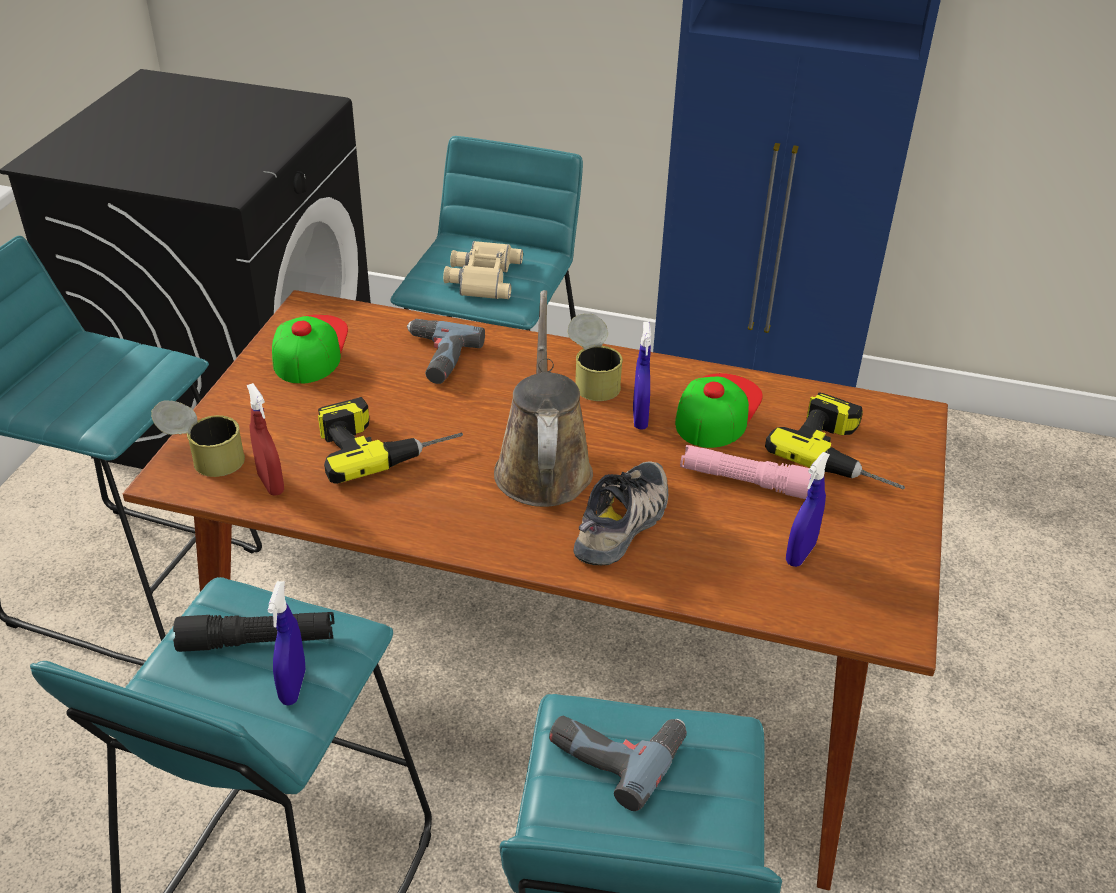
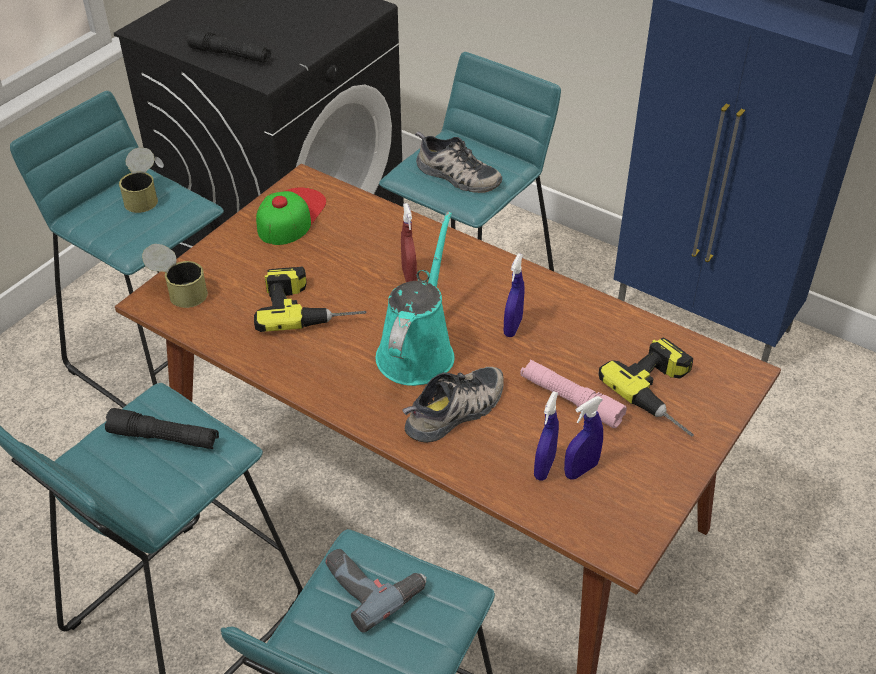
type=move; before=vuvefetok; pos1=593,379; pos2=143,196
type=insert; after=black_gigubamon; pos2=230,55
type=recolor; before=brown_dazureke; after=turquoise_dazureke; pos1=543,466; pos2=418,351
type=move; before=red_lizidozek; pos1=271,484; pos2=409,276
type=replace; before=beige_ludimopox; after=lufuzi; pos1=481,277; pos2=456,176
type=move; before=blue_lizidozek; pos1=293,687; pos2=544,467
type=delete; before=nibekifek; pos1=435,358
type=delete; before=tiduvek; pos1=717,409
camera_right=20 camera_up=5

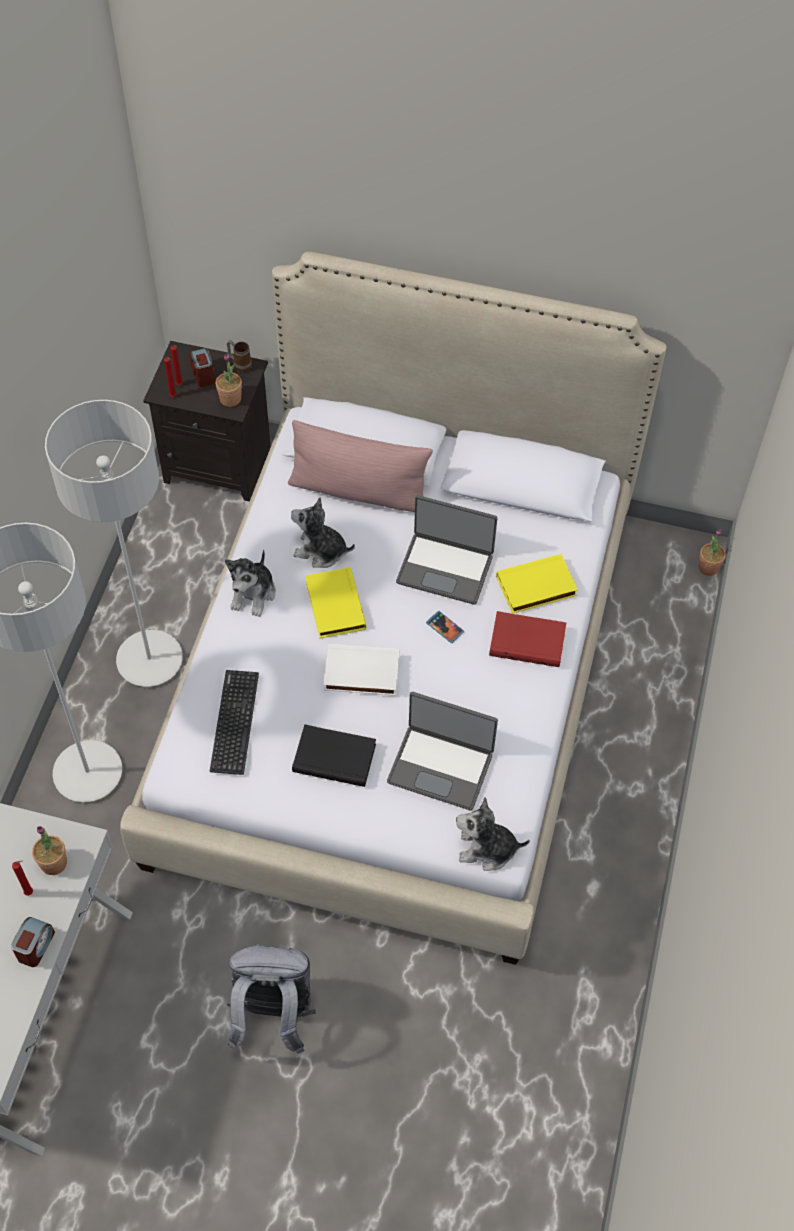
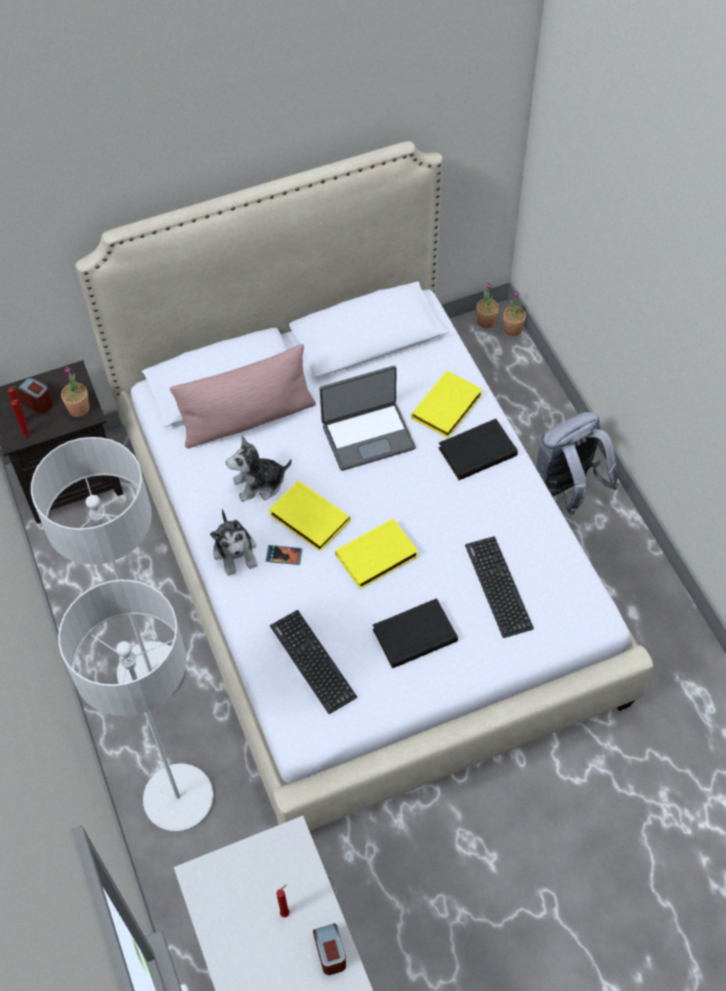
type=move; before=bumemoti; pos1=444,628; pos2=284,555
type=recolor; before=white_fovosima; after=yellow_fovosima; pos1=361,674; pos2=377,557
type=recolor; before=red_fovosima; after=black_fovosima; pos1=528,640; pos2=477,450
type=replace; before=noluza; after=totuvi; pos1=441,766; pos2=498,586
type=move; before=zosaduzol; pos1=53,863; pos2=486,321
type=move; before=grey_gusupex; pos1=273,1015; pos2=567,489
type=delete; before=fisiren; pos1=240,365
type=delete; before=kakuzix; pos1=487,849
camera_right=-35 camera_up=0

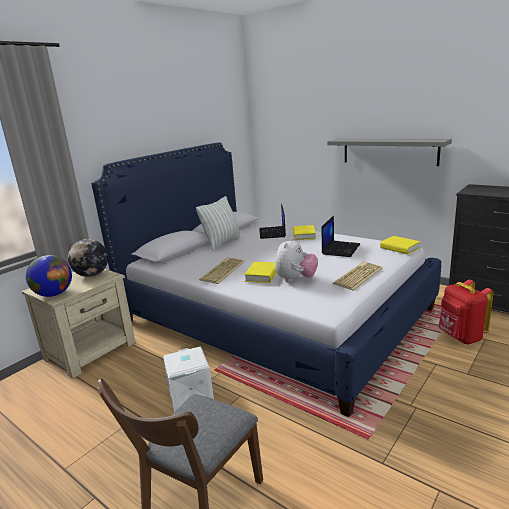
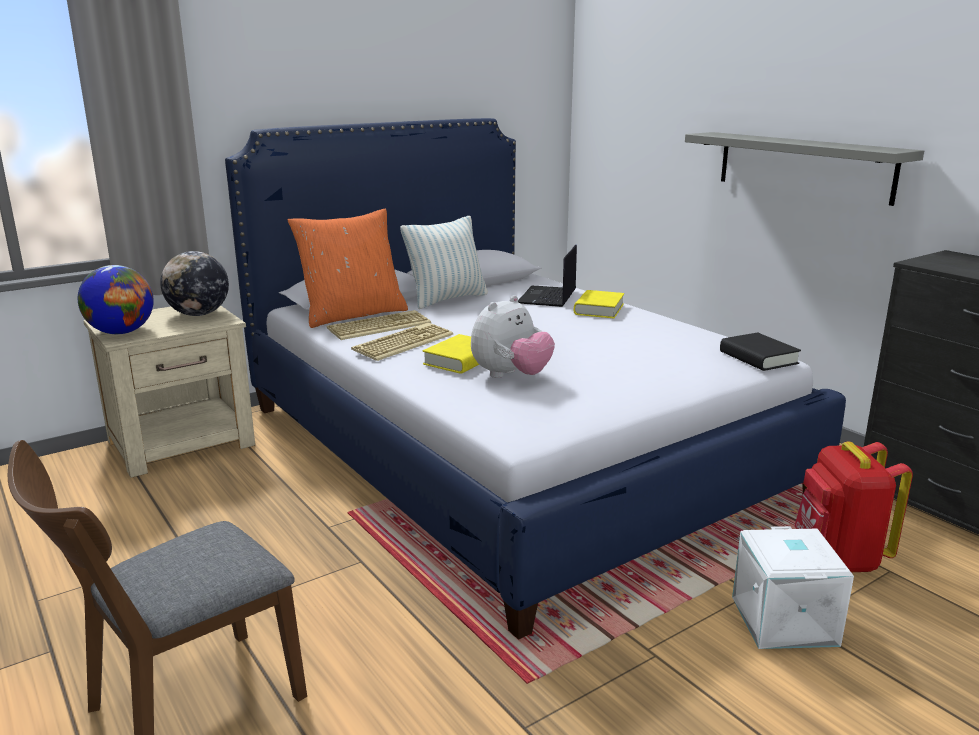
type=insert; after=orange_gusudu; pos2=353,314
type=move; before=totuvi; pos1=357,276; pos2=379,326
type=recolor; before=yellow_fovosima; after=black_fovosima; pos1=399,248; pos2=758,358
type=move; before=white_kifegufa; pos1=189,394; pos2=782,620
type=delete; before=noluza; pos1=340,249
camera_right=15 camera_up=0

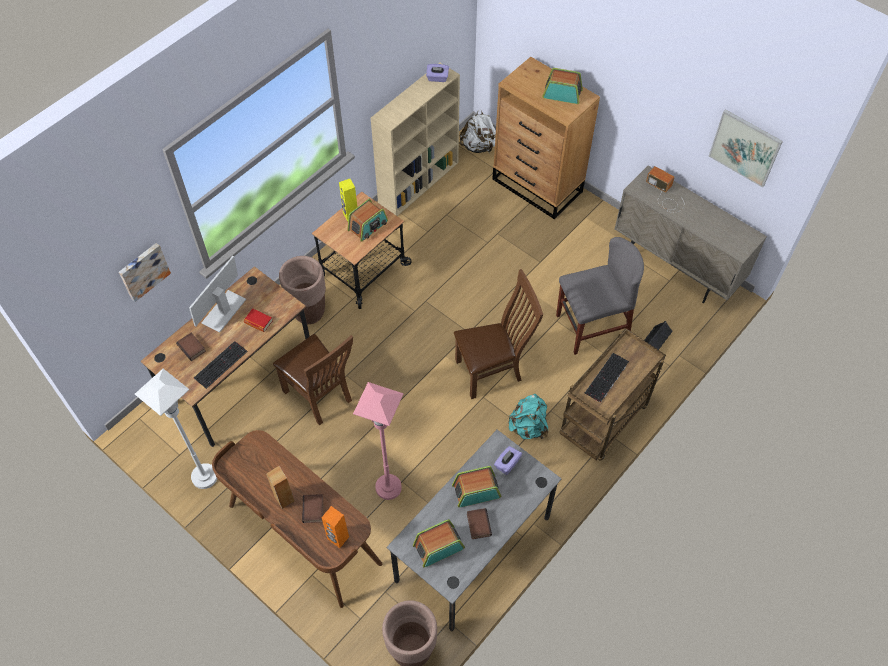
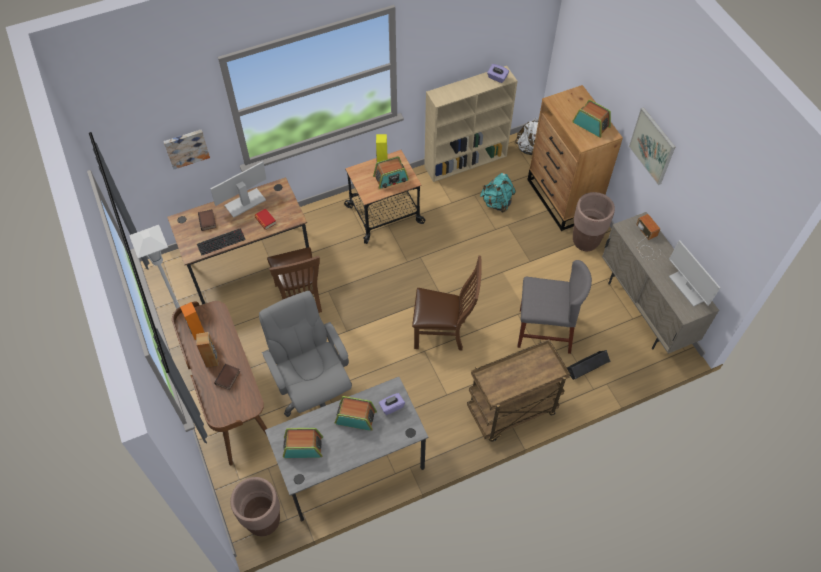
type=move; before=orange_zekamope; pos1=338,538; pos2=197,332
type=replace; before=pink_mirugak; after=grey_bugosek; pos1=388,487; pos2=313,390
type=move; before=turquoise_gusupex; pos1=528,427; pos2=497,202
type=move; before=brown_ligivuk; pos1=309,312; pos2=585,241
type=move; before=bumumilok; pos1=745,148; pos2=652,146
type=insert; after=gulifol; pos2=688,287
type=delete; before=fovosima; pos1=477,524
type=delete; before=totuvi; pos1=607,378
camera_right=25 camera_up=0

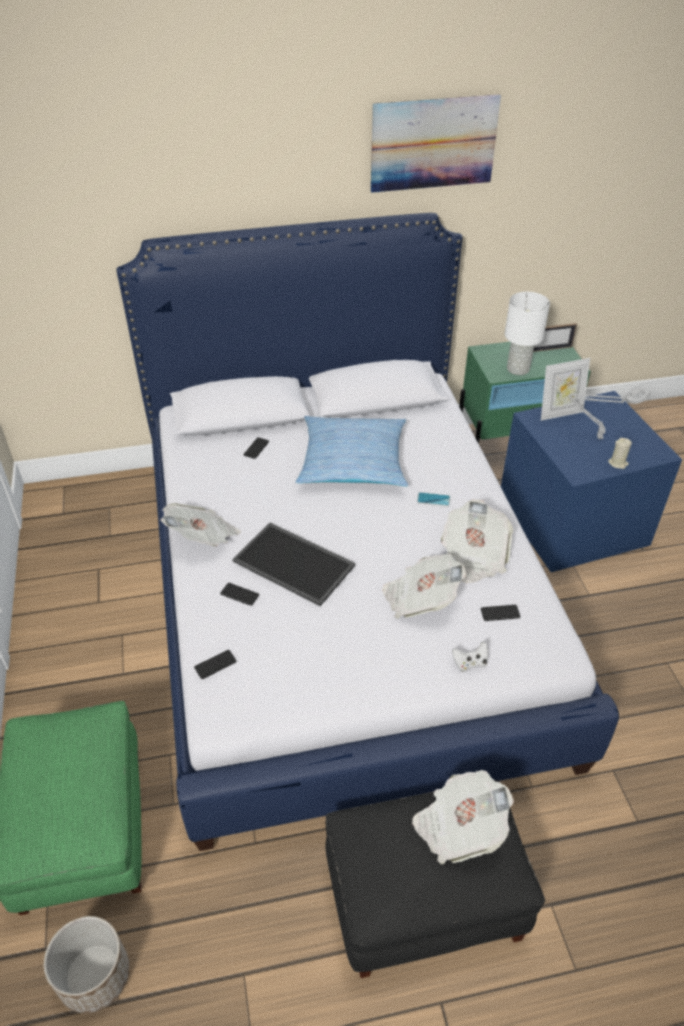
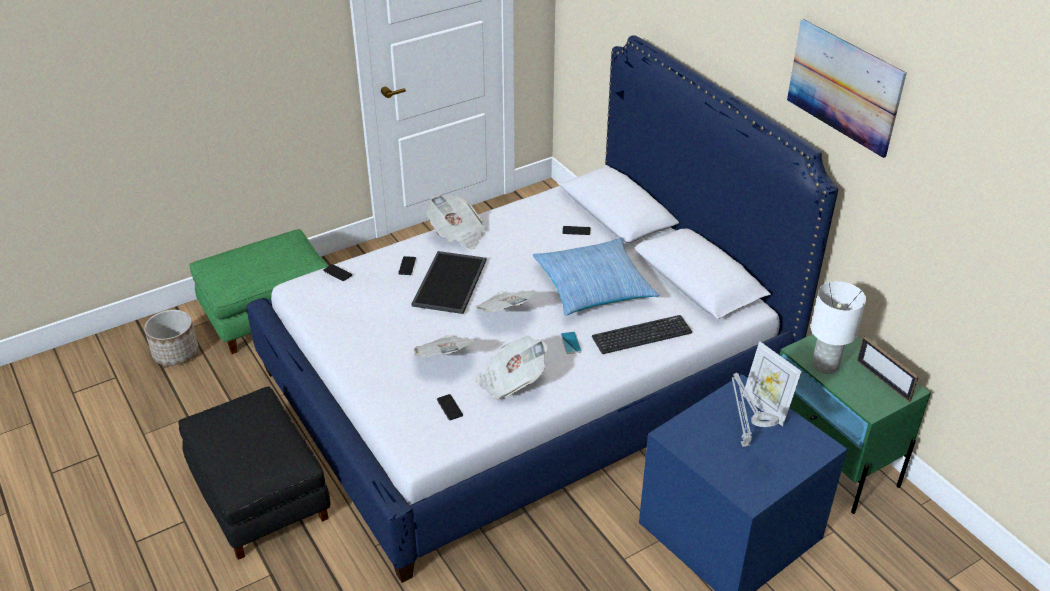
type=move; before=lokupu; pos1=459,827; pos2=506,313
type=insert; after=totuvi; pos2=642,335
type=delete; before=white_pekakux; pos1=470,663
type=delete; before=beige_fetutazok; pos1=618,463
camera_right=70 camera_up=-5

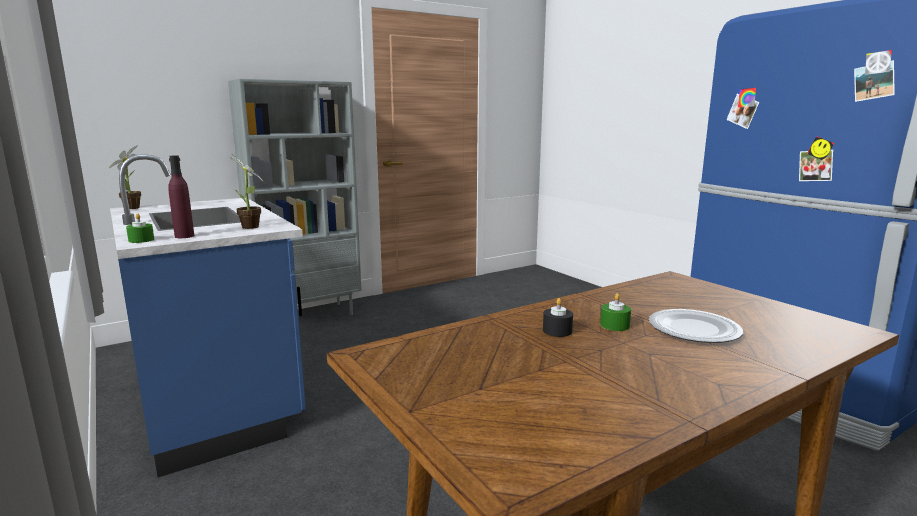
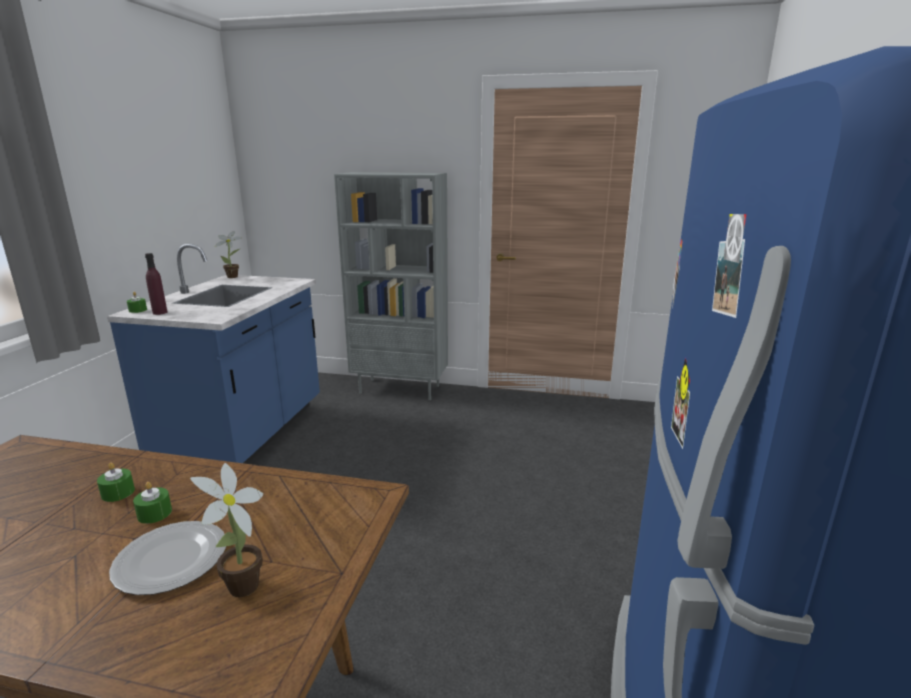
type=recolor; before=black_fetutazok; after=green_fetutazok; pos1=557,331; pos2=118,493
type=move; before=zosaduzol; pos1=250,227; pos2=240,590
camera_right=45 camera_up=5

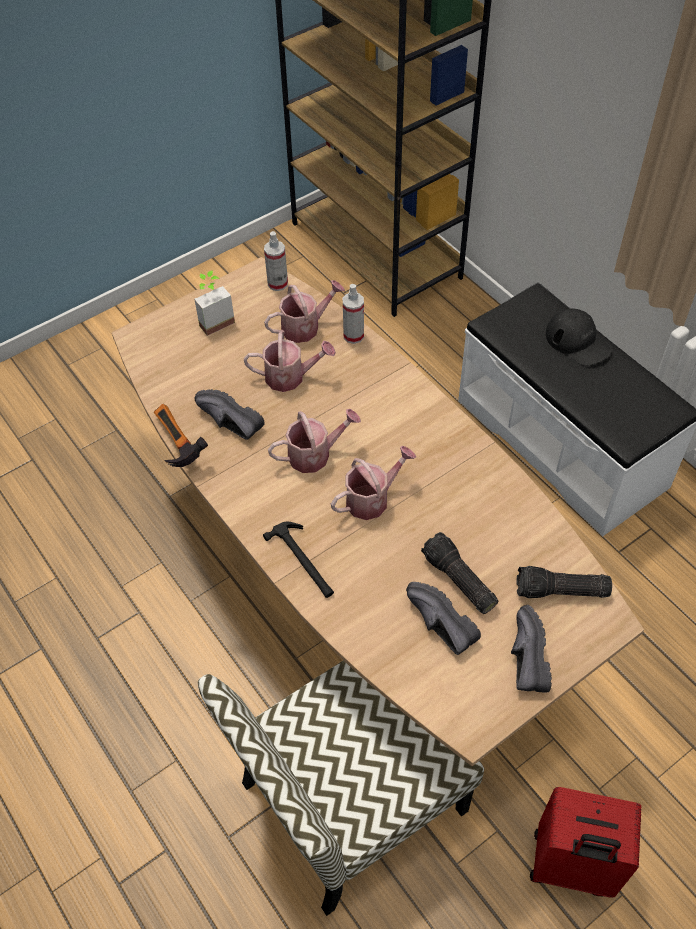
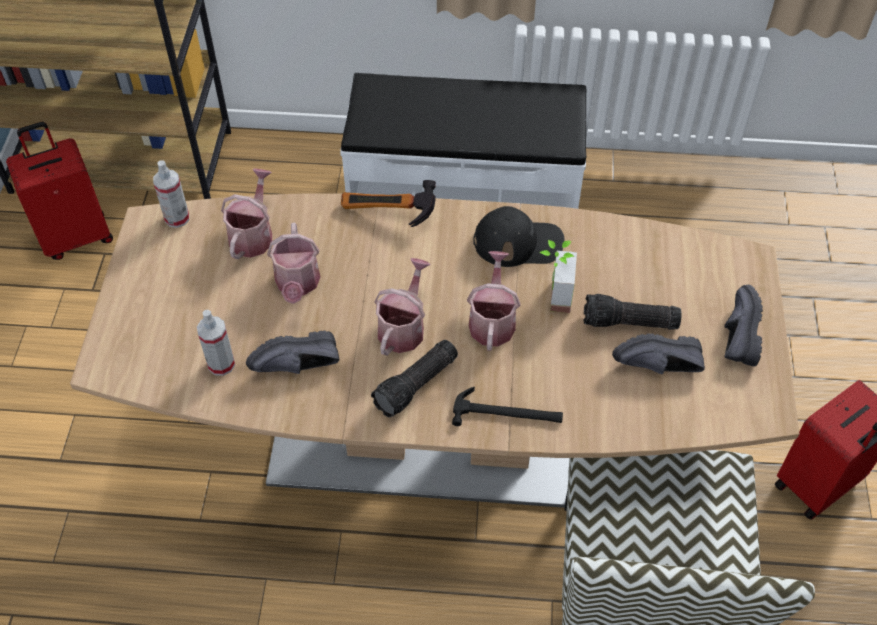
type=insert; after=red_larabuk; pos2=76,236
type=move; before=lizidozek; pos1=353,336; pos2=221,364
type=rotate; before=dazureke; pos1=290,377; pos2=297,284; turn=135
type=move; before=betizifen; pos1=174,445; pos2=387,216
type=move; before=gigubamon; pos1=560,592; pos2=417,386
type=move; before=black_tiduvek; pos1=577,342; pos2=518,242
type=move; before=zosaduzol; pos1=213,320; pos2=552,295
type=rotate; before=black_lufuzi; pos1=523,657; pos2=735,334; turn=60
camera_right=-50 camera_up=0

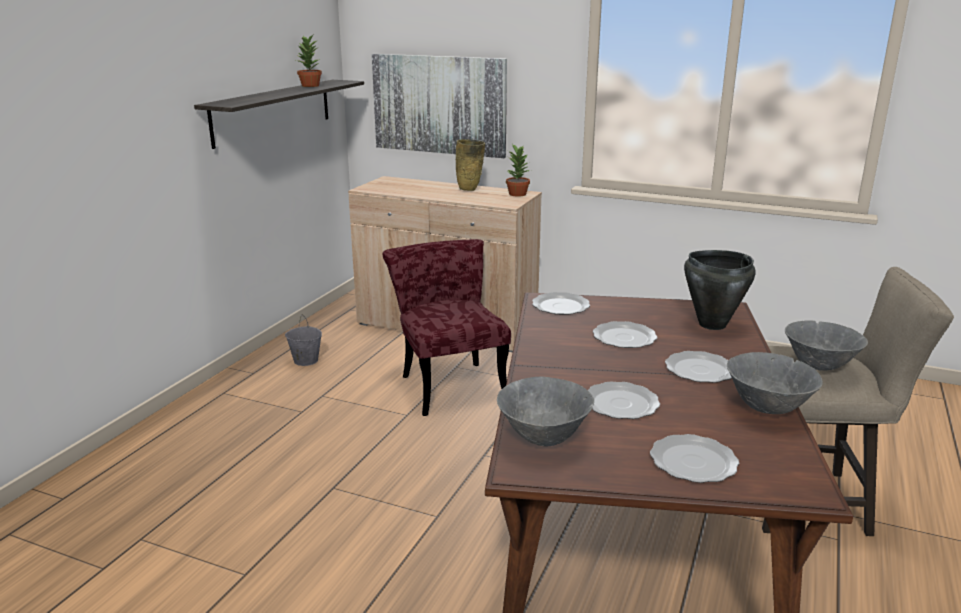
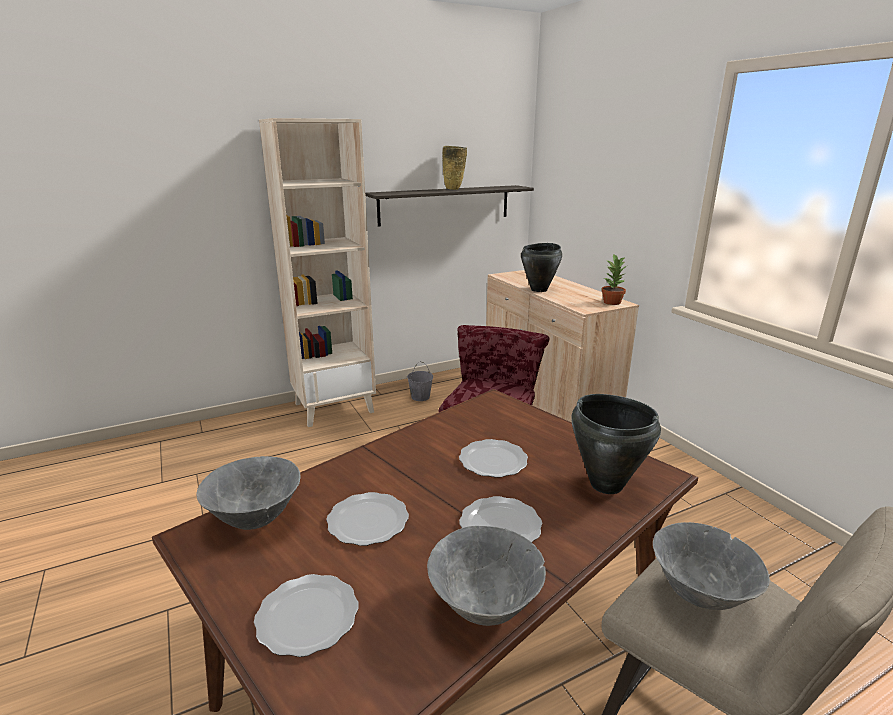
type=insert; after=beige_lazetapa; pos2=334,407
type=move; before=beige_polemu; pos1=470,189; pos2=454,189
type=insert; after=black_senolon; pos2=539,290
type=delete; before=zosaduzol; pos1=310,86
type=delete; before=bumumilok; pos1=439,104
type=delete; before=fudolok; pos1=560,306
camera_right=40 camera_up=0

